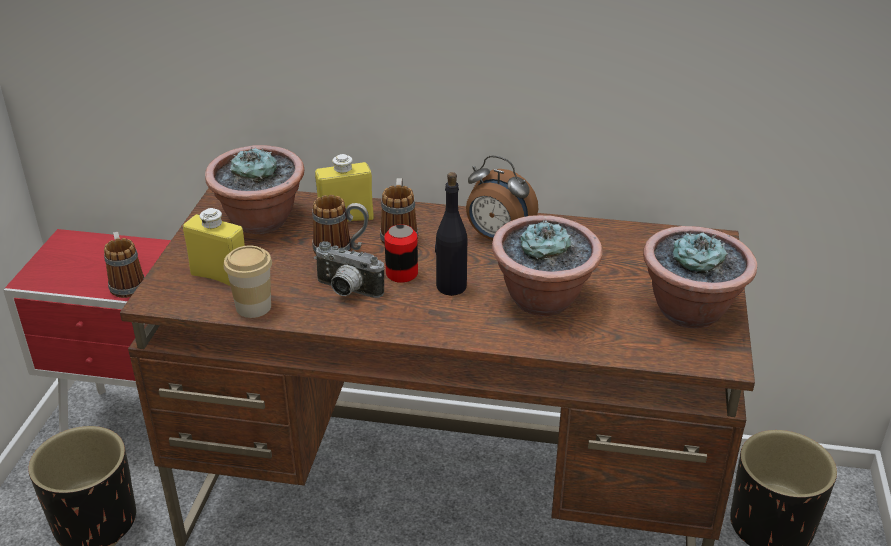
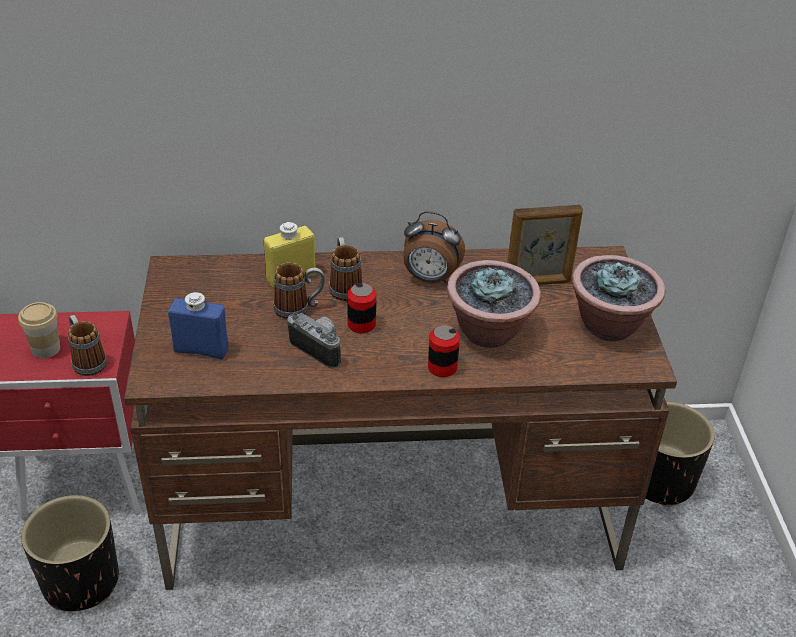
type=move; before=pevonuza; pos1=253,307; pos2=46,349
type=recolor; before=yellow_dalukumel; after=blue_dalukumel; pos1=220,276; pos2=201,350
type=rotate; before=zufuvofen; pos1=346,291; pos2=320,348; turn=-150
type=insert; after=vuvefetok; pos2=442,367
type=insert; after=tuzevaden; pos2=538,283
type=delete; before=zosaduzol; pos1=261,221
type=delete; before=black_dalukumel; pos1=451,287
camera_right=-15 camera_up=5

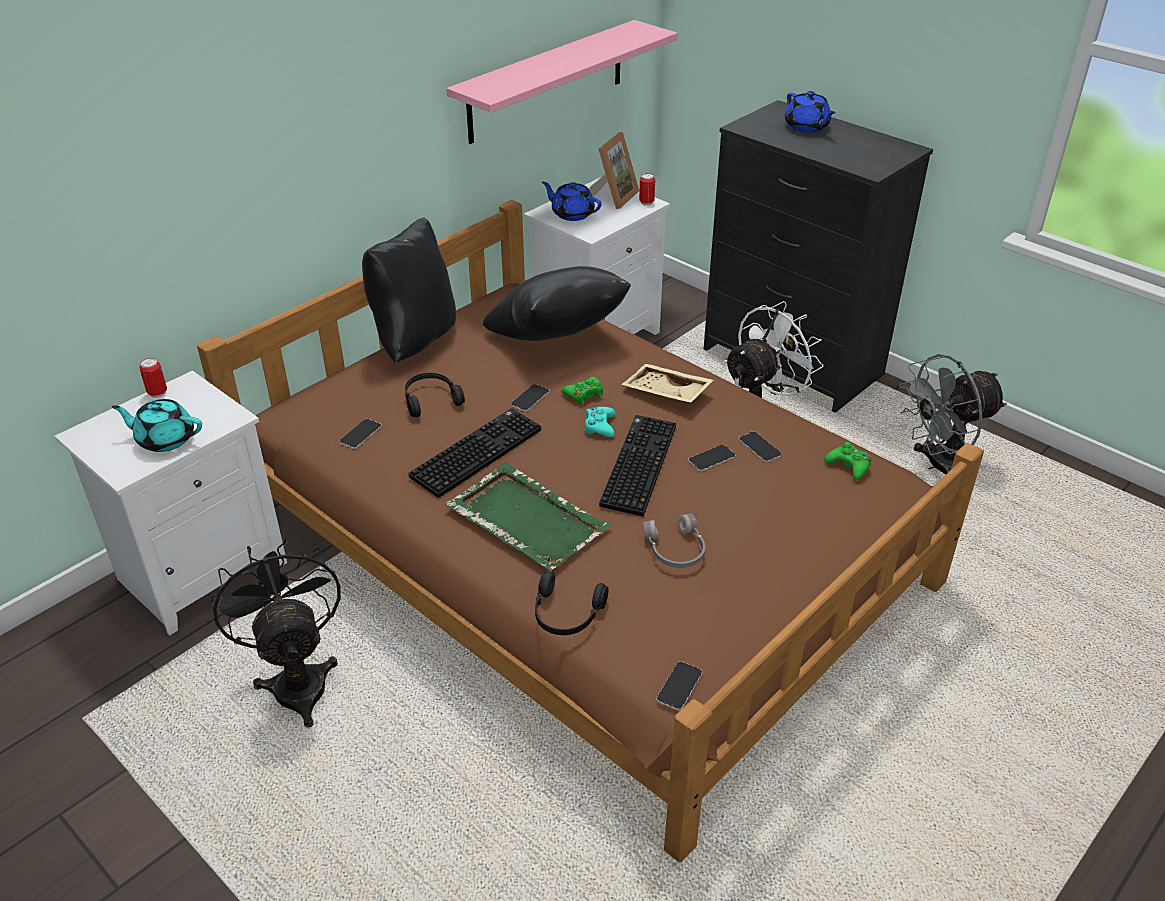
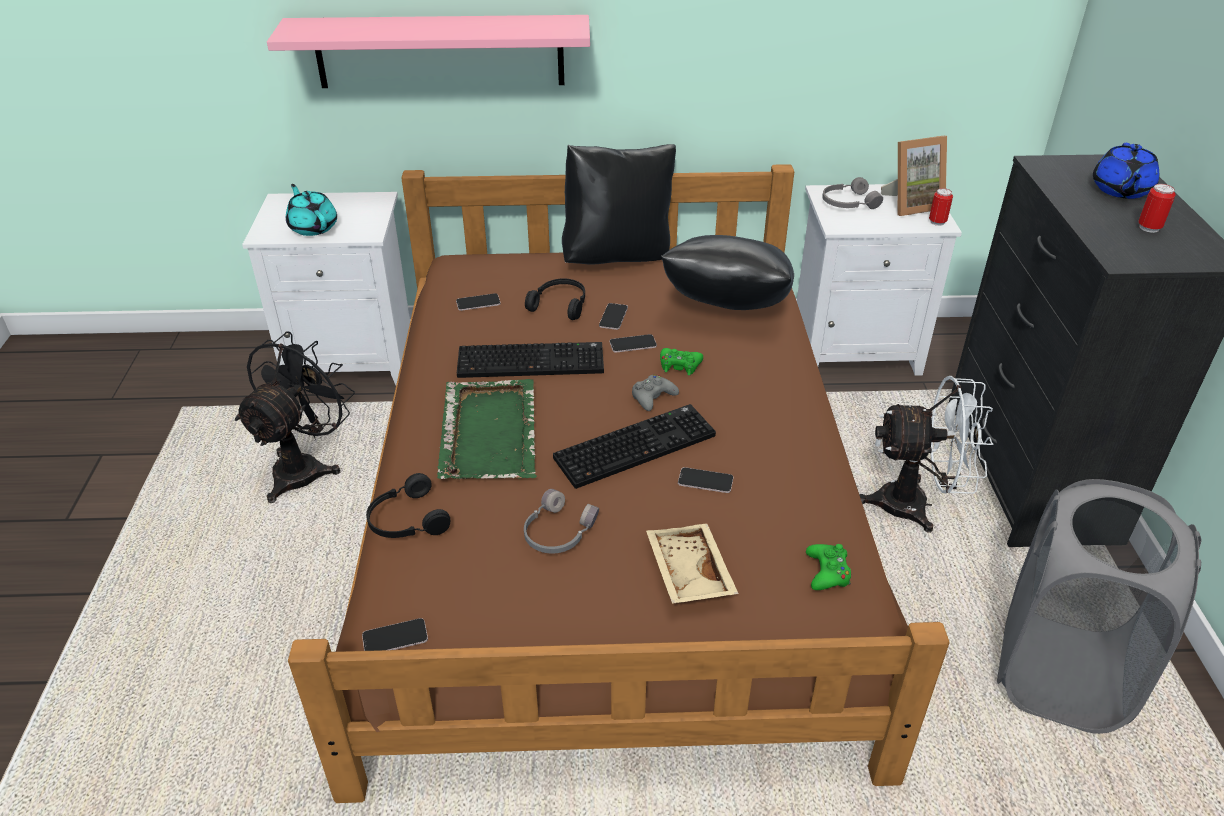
type=move; before=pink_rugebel; pos1=547,82; pos2=440,51
type=move; before=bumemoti; pos1=759,447; pos2=613,317
type=recolor; before=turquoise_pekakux; after=grey_pekakux; pos1=599,426; pos2=653,397
type=move; before=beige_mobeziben; pos1=665,393; pos2=687,573
type=replace; before=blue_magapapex; after=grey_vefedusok; pos1=572,214; pos2=848,203
type=replace; before=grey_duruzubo; after=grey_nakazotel; pos1=938,467; pos2=1060,673
type=move; before=vuvefetok; pos1=157,393; pos2=1149,228
camera_right=45 camera_up=0

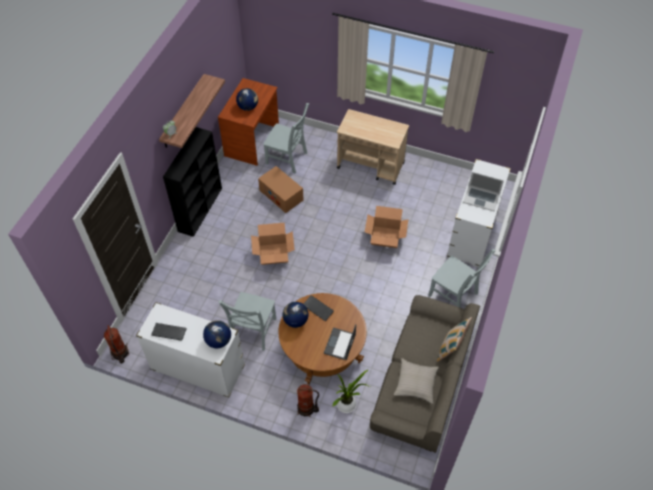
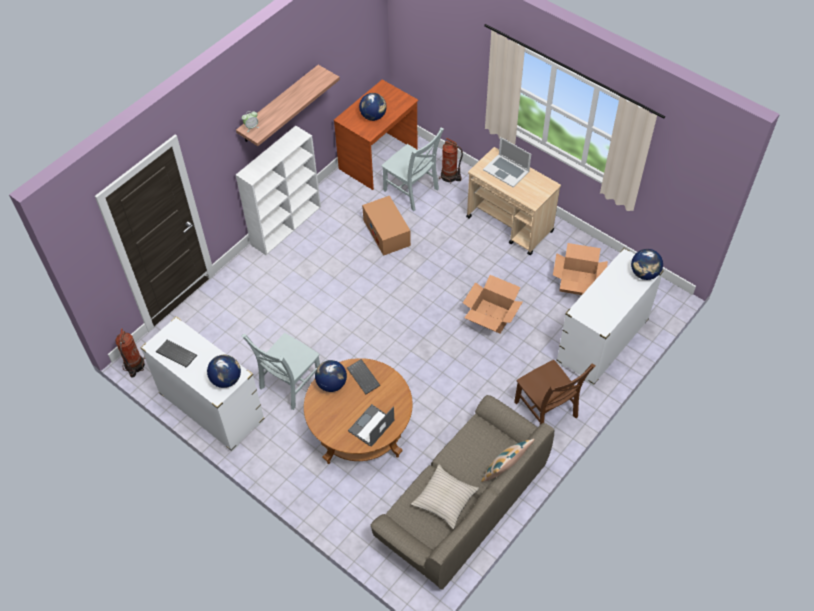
type=recolor; before=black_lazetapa; after=white_lazetapa; pos1=200,209; pos2=286,225
type=move; before=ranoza; pos1=306,409; pos2=450,176
type=move; before=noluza; pos1=481,198; pos2=506,170
type=recolor; before=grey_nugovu; after=brown_nugovu; pos1=454,296; pos2=547,412
type=move; before=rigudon; pos1=274,254; pos2=577,283
type=insert; after=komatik; pos2=644,273
type=delete; before=zosaduzol; pos1=348,404
camera_right=20 camera_up=0

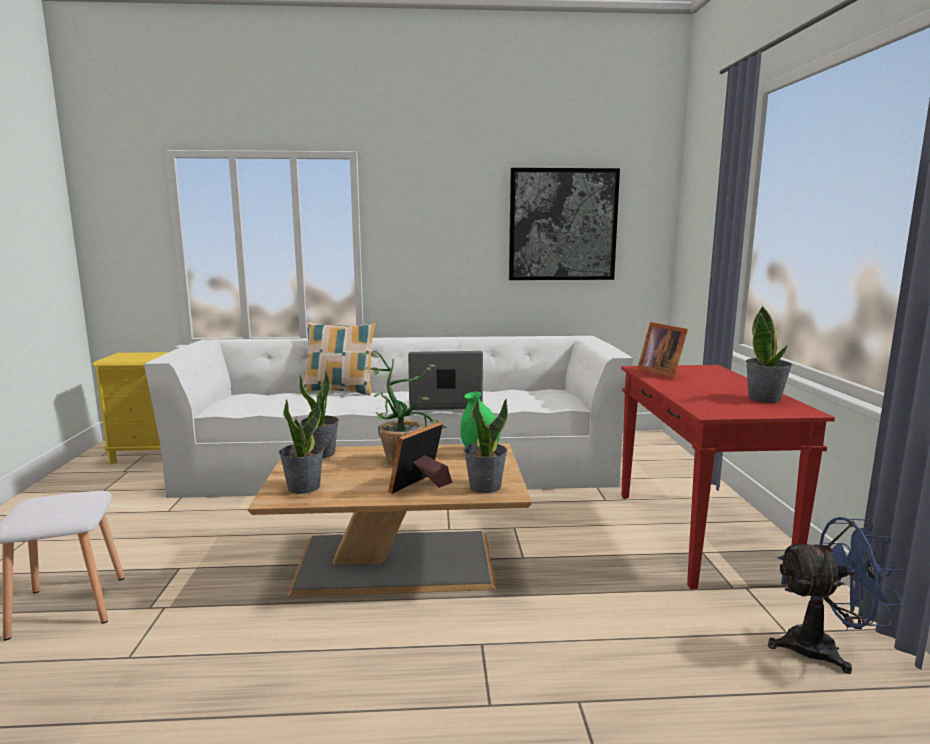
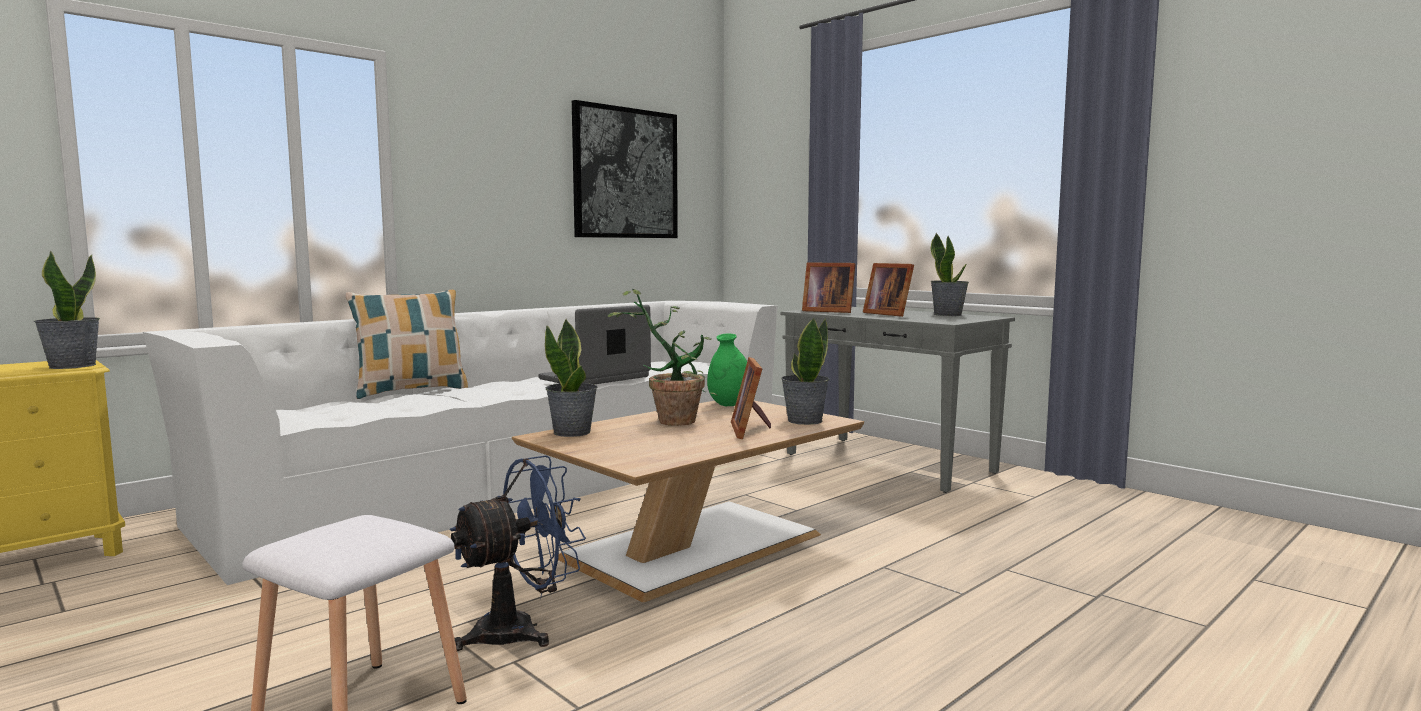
type=move; before=zosaduzol; pos1=303,487; pos2=72,366
type=move; before=blue_duruzubo; pos1=824,649; pos2=520,630
type=recolor; before=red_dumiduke; after=grey_dumiduke; pos1=699,536; pos2=890,463
type=insert; after=tuzevaden; pos2=888,314
camera_right=-40 camera_up=-5

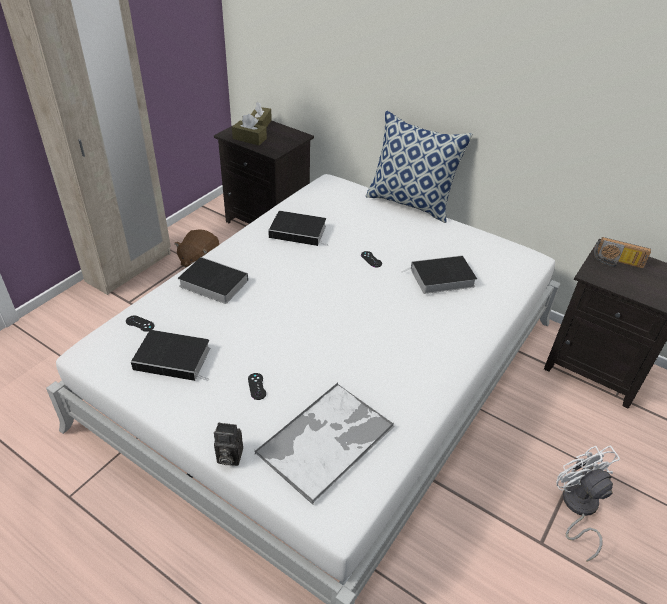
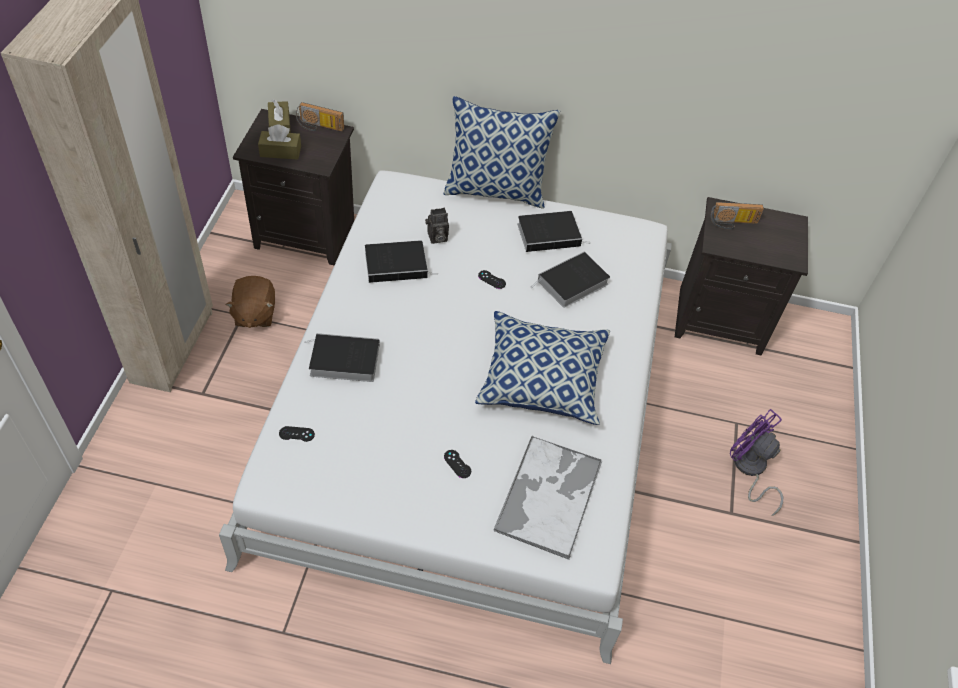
type=insert; after=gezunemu; pos2=319,127
type=move; before=zufuvofen; pos1=228,457; pos2=436,238
type=insert; after=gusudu; pos2=542,379
type=move; before=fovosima; pos1=175,358; pos2=550,234
type=recolor; before=white_duruzubo; after=purple_duruzubo; pos1=577,508; pos2=749,469
camera_right=-25 camera_up=10

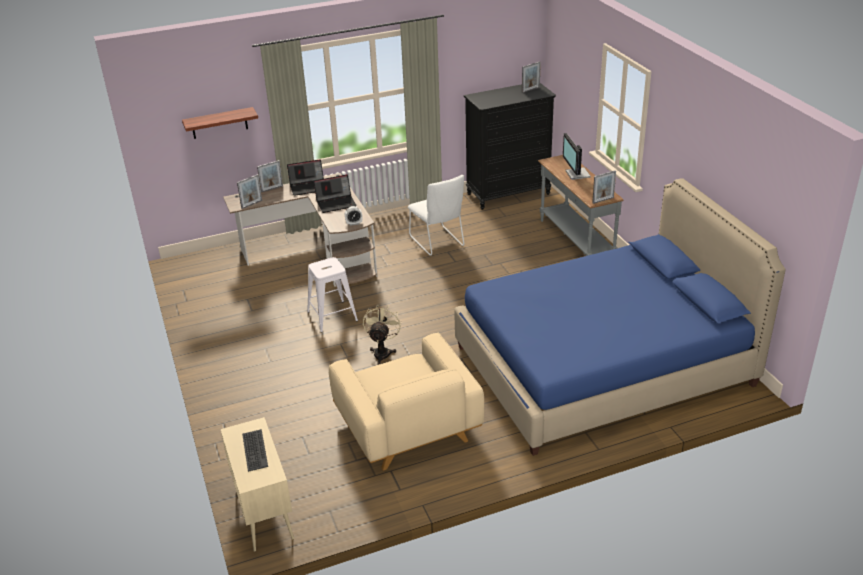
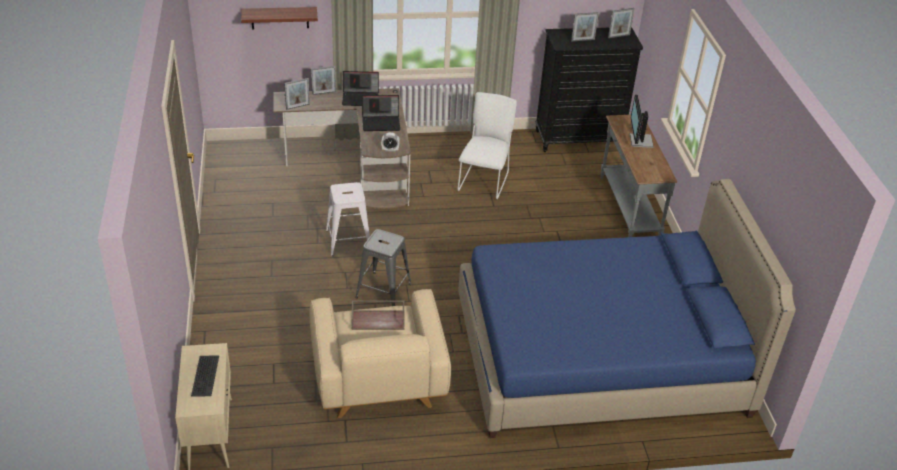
type=insert; after=brown_mobeziben; pos2=378,319
type=replace; before=beige_duruzubo; after=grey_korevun; pos1=382,352; pos2=383,291
type=rotate; before=white_nugovu; pos1=438,242; pos2=484,180; turn=-150
type=move; before=tuzevaden; pos1=603,200; pos2=582,40
camera_right=10 camera_up=5

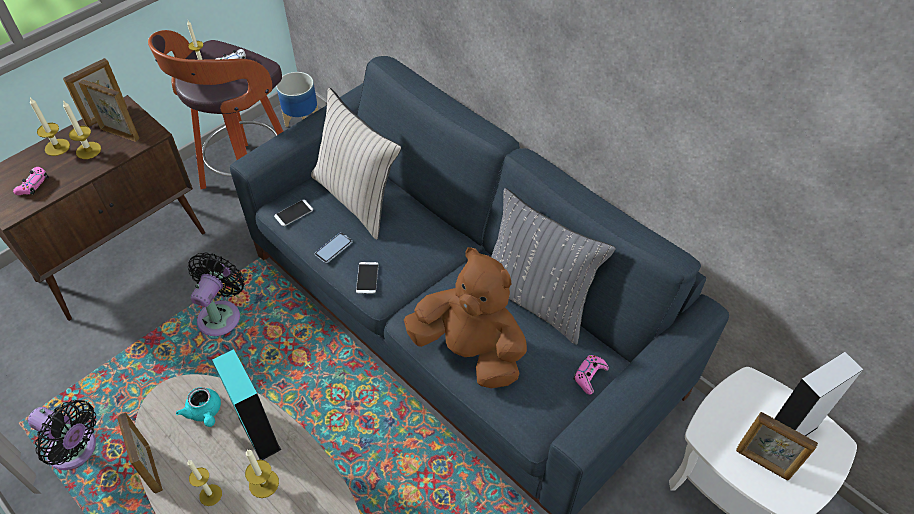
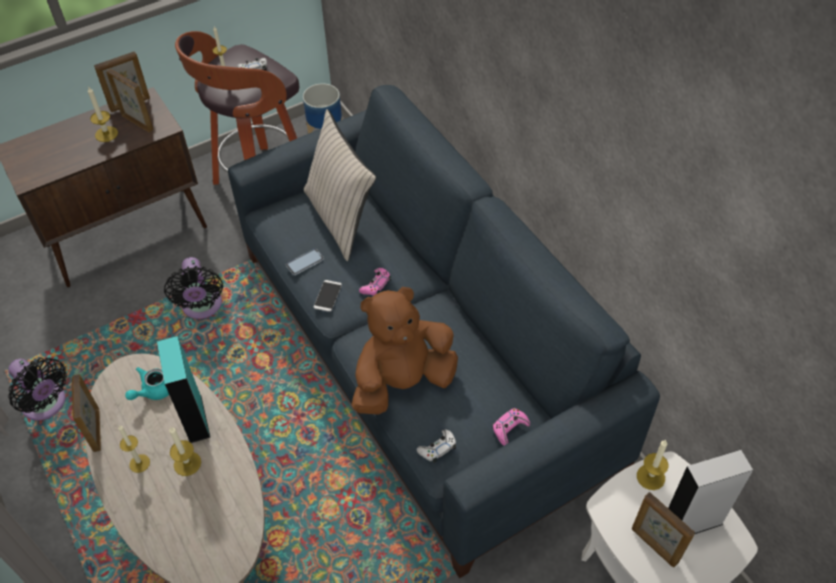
type=rotate; before=turquoise_magapapex; pos1=205,412; pos2=153,391; turn=60
type=rotate; before=black_duruzubo; pos1=221,315; pos2=202,307; turn=135
type=rotate; before=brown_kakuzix; pos1=470,351; pos2=403,382; turn=-75
type=move; before=pink_pekakux; pos1=33,185; pos2=376,285
type=insert; after=white_pekakux; pos2=437,448
type=move; before=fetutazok; pos1=57,147; pos2=650,477
type=delete; before=bumemoti; pos1=294,213
type=delete; before=grey_gusudu; pos1=536,299
camera_right=15 camera_up=0

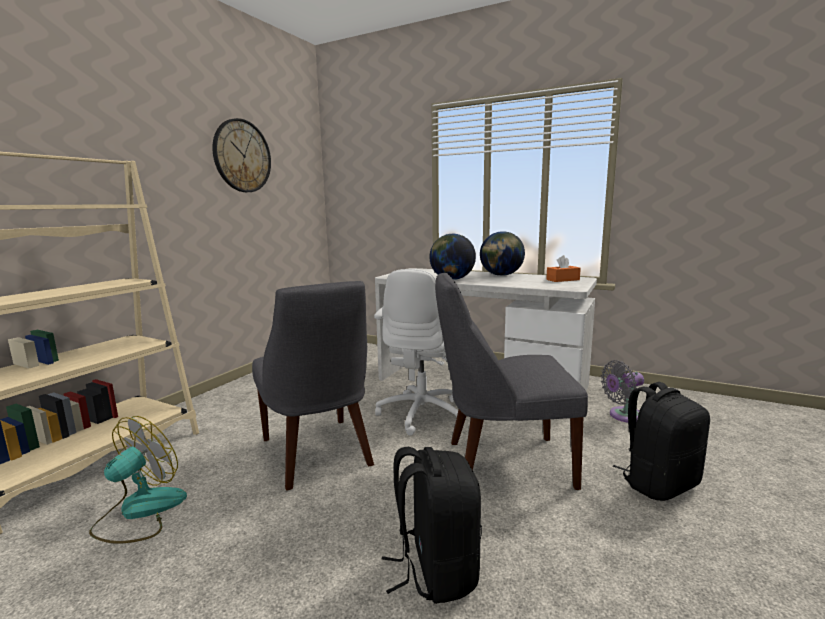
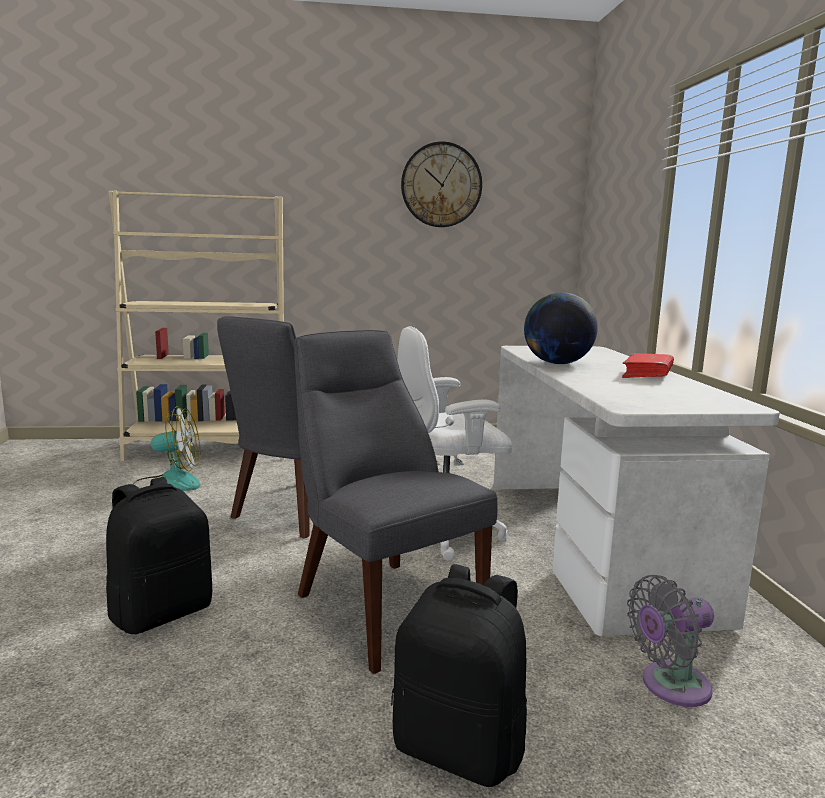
type=replace; before=komatik; after=red_fovosima; pos1=501,275; pos2=647,375
type=rotate; before=grey_duruzubo; pos1=623,416; pos2=670,686; turn=-60
type=delete; before=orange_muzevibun; pos1=562,280
camera_right=55 camera_up=0

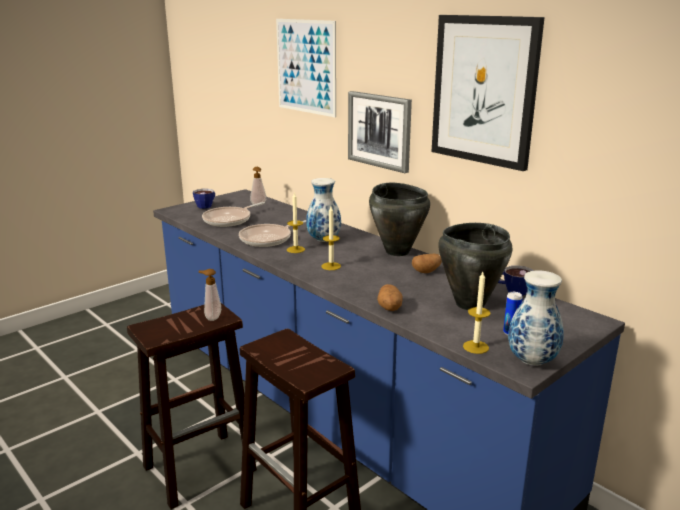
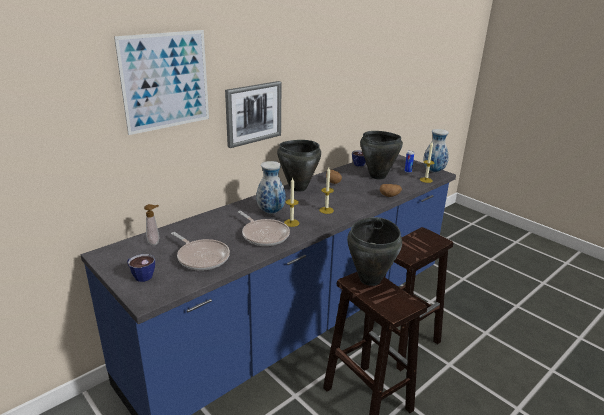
type=replace; before=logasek; after=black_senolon; pos1=211,318; pos2=370,279
type=delete; before=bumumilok; pos1=484,90
camera_right=-90 camera_up=5

